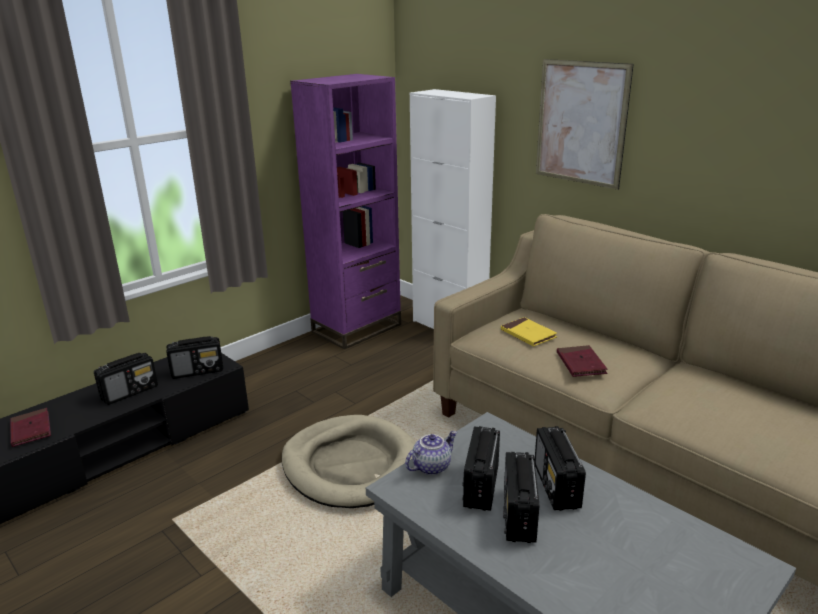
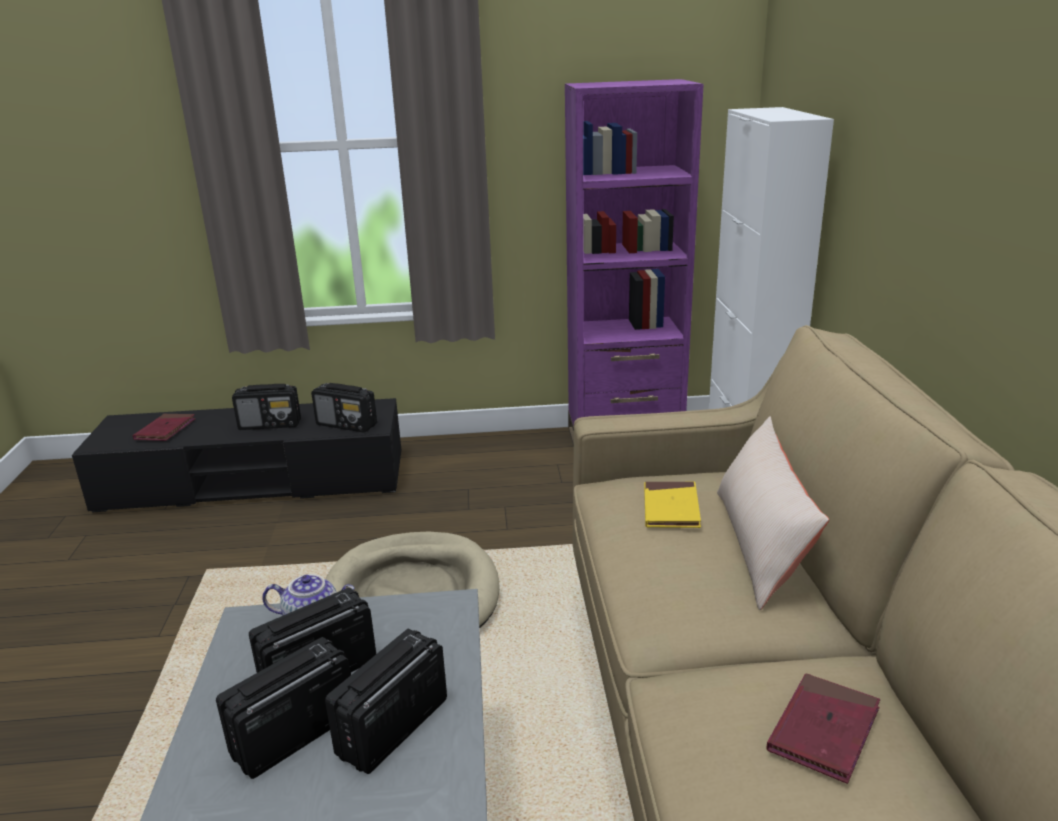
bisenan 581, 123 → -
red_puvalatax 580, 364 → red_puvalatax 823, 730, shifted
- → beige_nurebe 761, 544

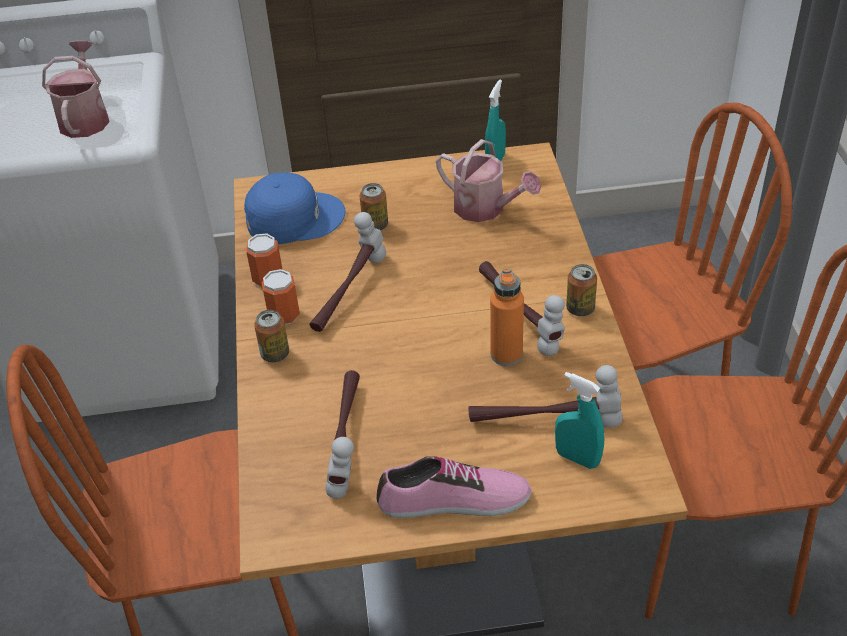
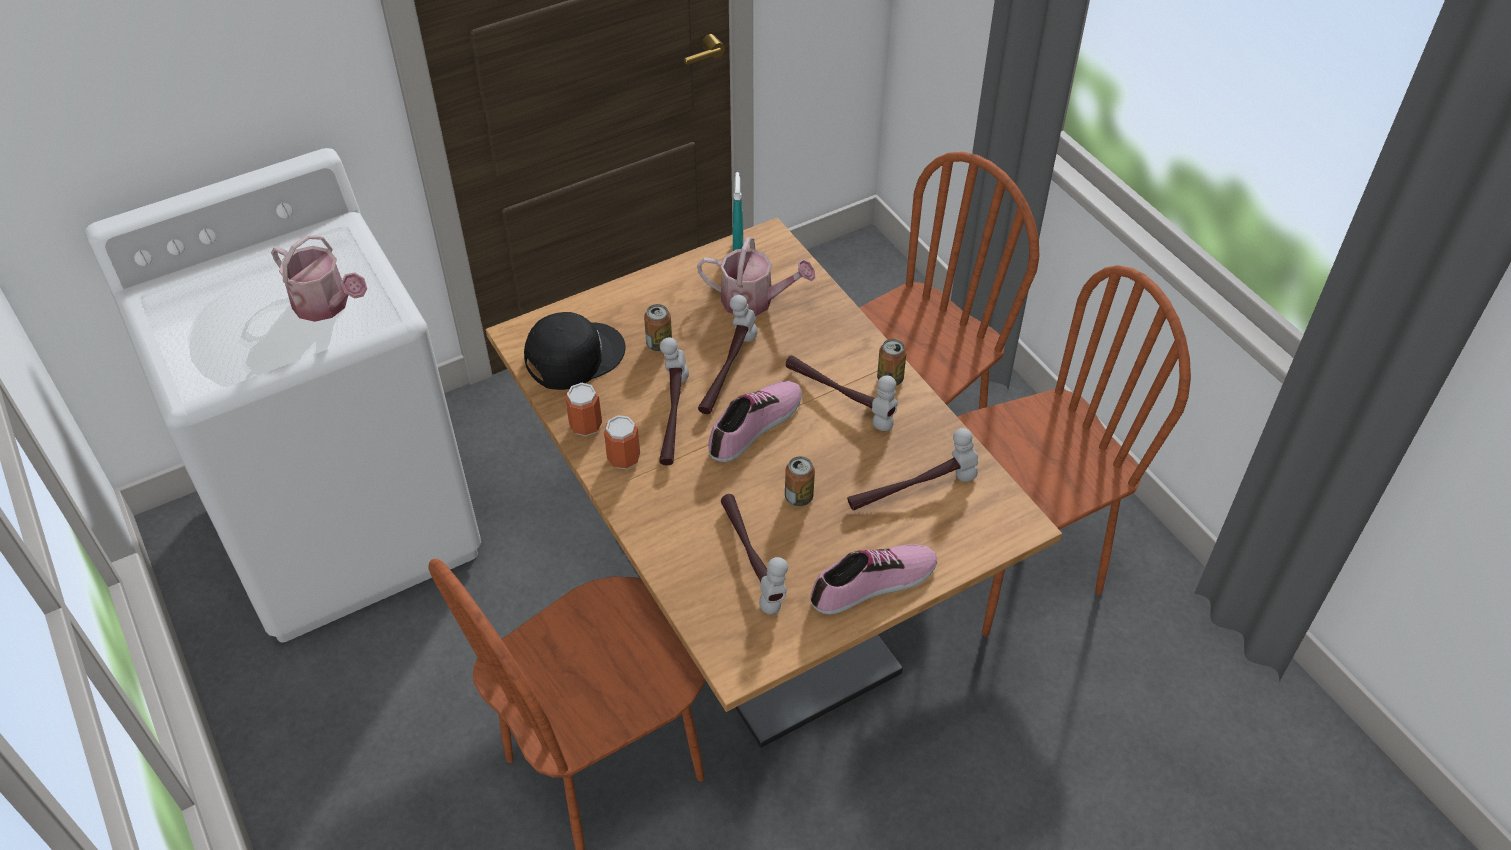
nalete 85, 118 → nalete 326, 305, 150 degrees clockwise
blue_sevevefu 294, 217 → black_sevevefu 573, 355
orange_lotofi 506, 354 → -
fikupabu 275, 354 → fikupabu 799, 497, shifted
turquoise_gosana 577, 458 → -
- → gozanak 727, 372
- → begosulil 756, 426

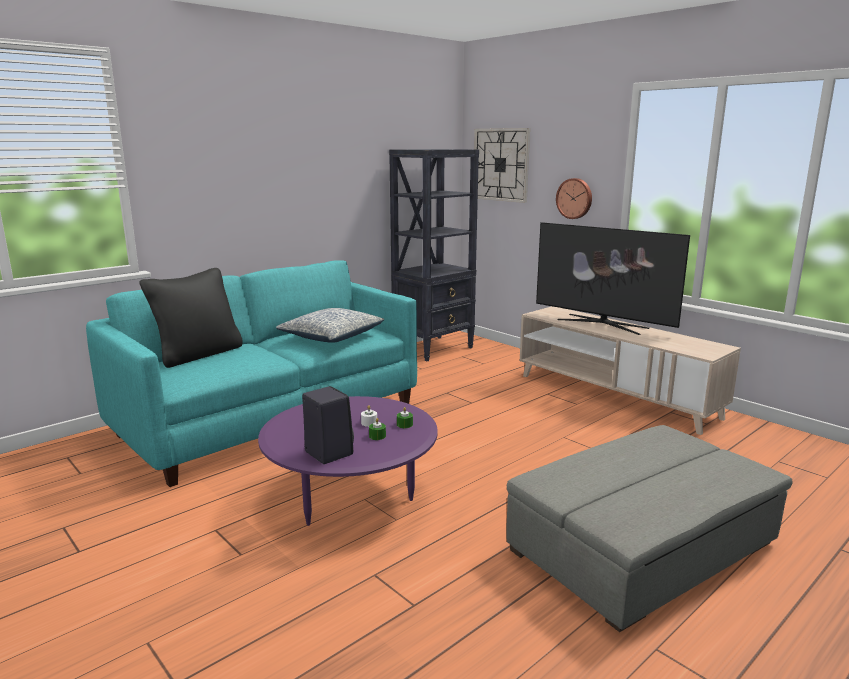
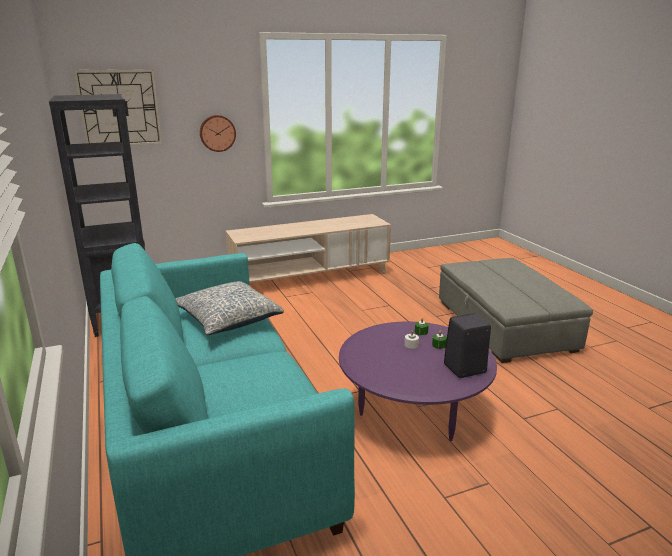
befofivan 602, 324 → -
black_nurebe 198, 354 → -

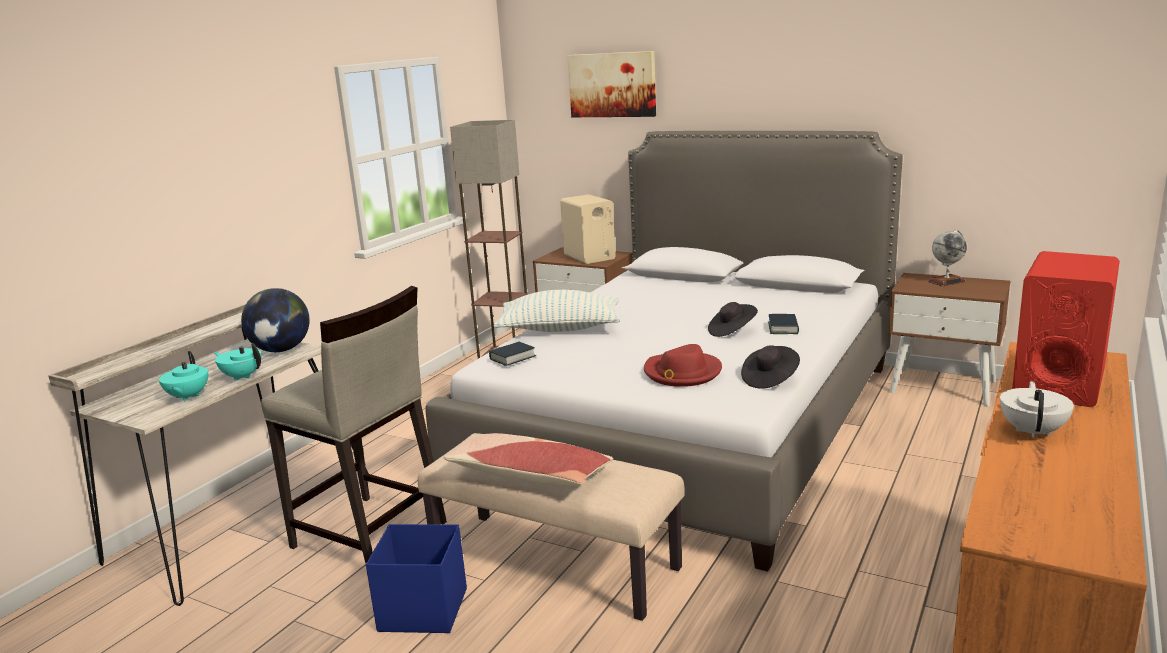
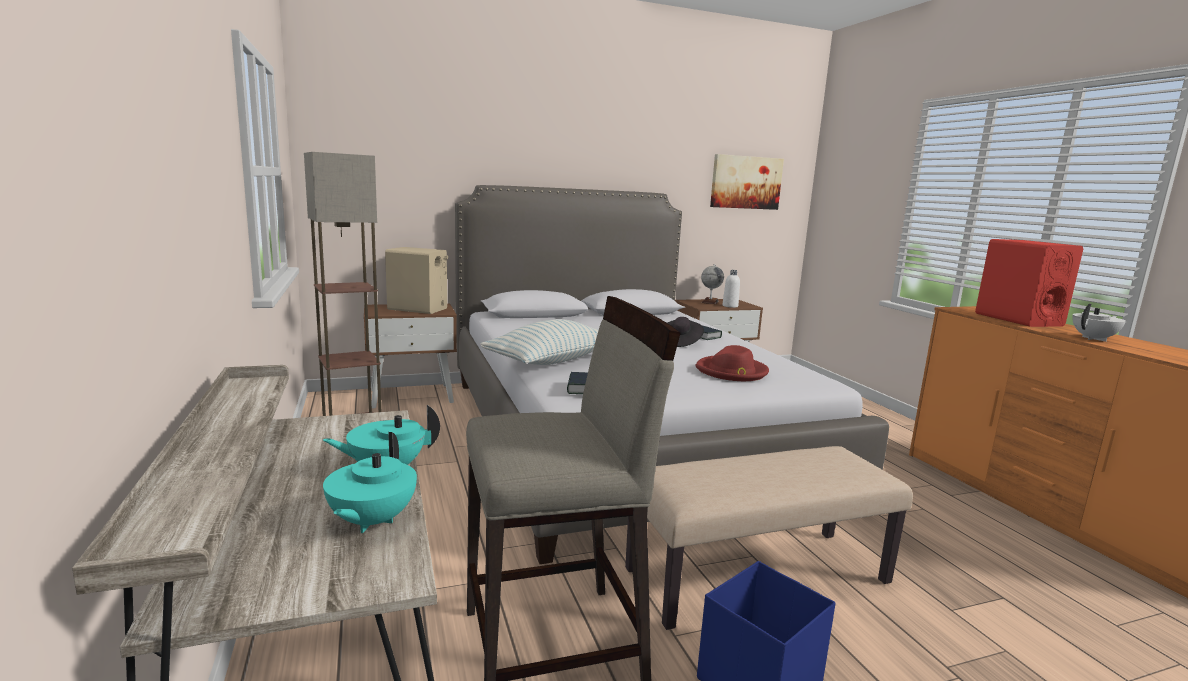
bisenan 612, 85 → bisenan 745, 182, shifted
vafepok 281, 350 → -
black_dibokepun 770, 379 → -
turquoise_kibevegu 187, 397 → turquoise_kibevegu 371, 521, 60 degrees clockwise
white_kibevegu 1033, 431 → white_kibevegu 1094, 339, 90 degrees clockwise
nurebe 528, 475 → -
- → white_lotofi 730, 306

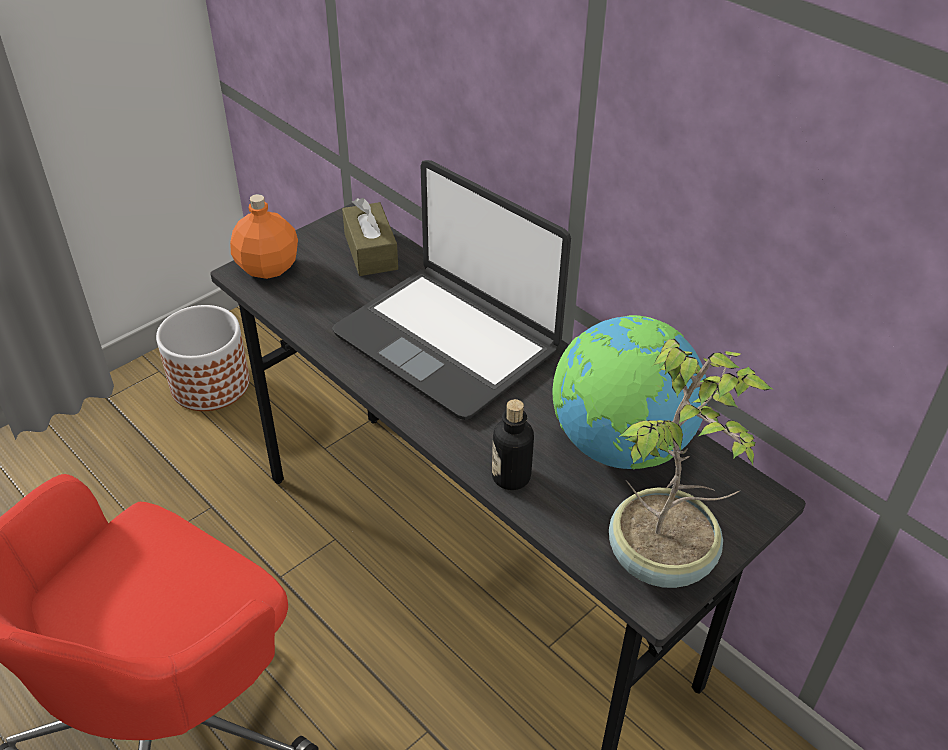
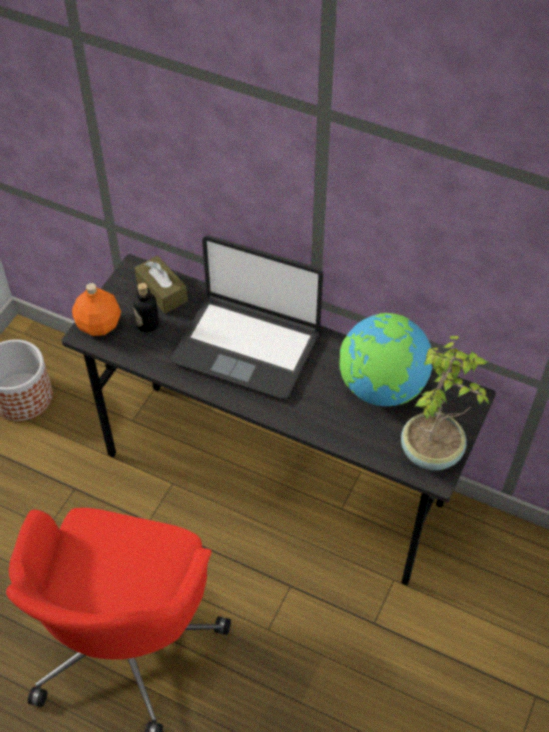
lotofi 511, 477 → lotofi 148, 324, shifted

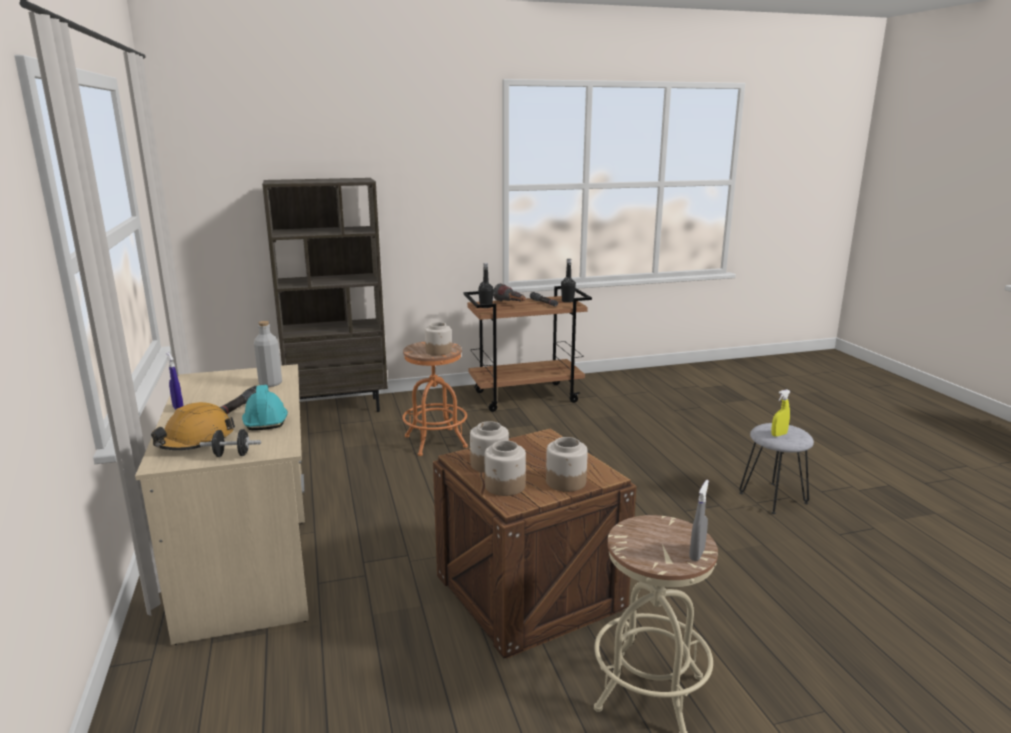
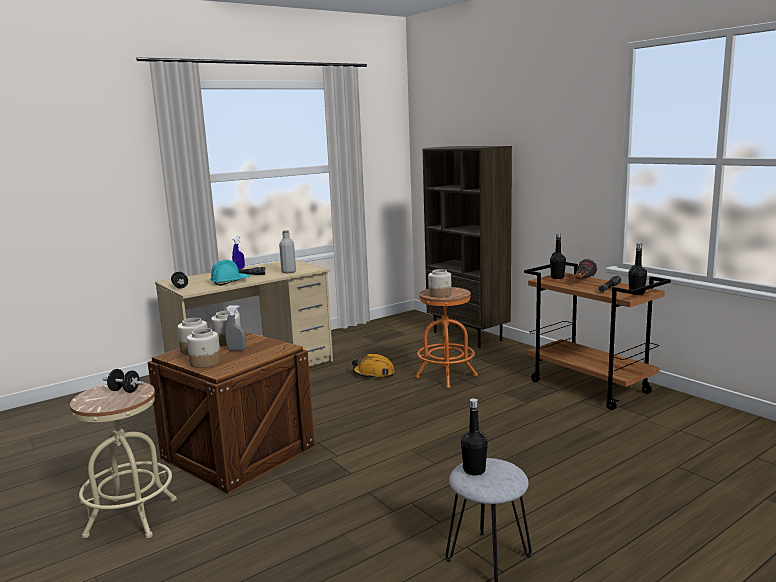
yellow_gosana 779, 435 → black_lotofi 474, 470
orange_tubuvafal 195, 441 → orange_tubuvafal 374, 374, shifted
grey_gosana 697, 554 → grey_gosana 236, 350, shifted
- → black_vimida 124, 391

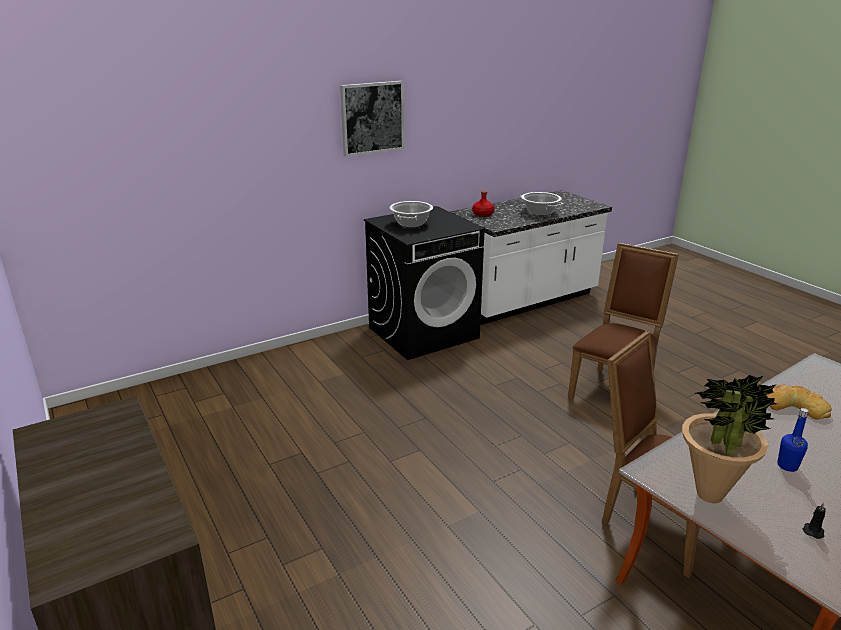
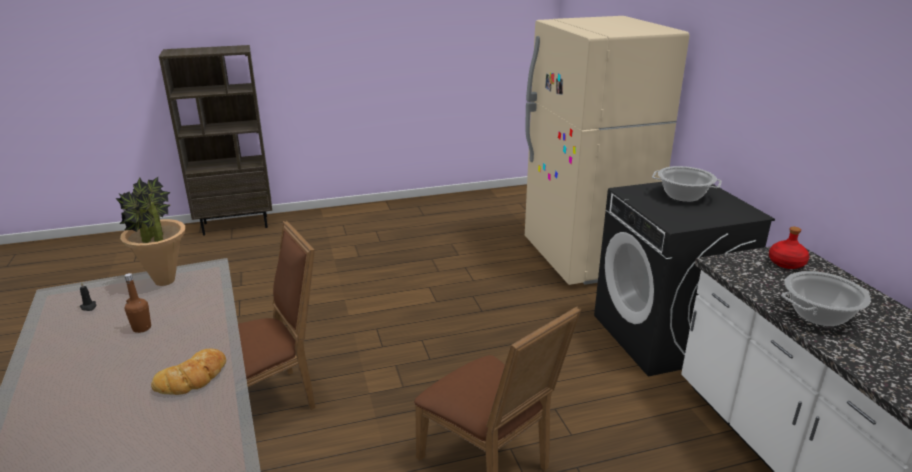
bisenan 372, 118 → -
blue_lotofi 787, 466 → brown_lotofi 142, 328
- → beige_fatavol 585, 258

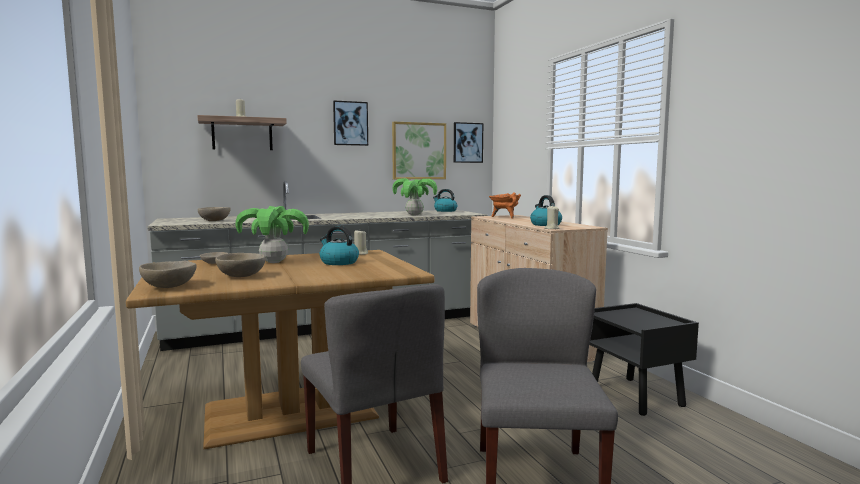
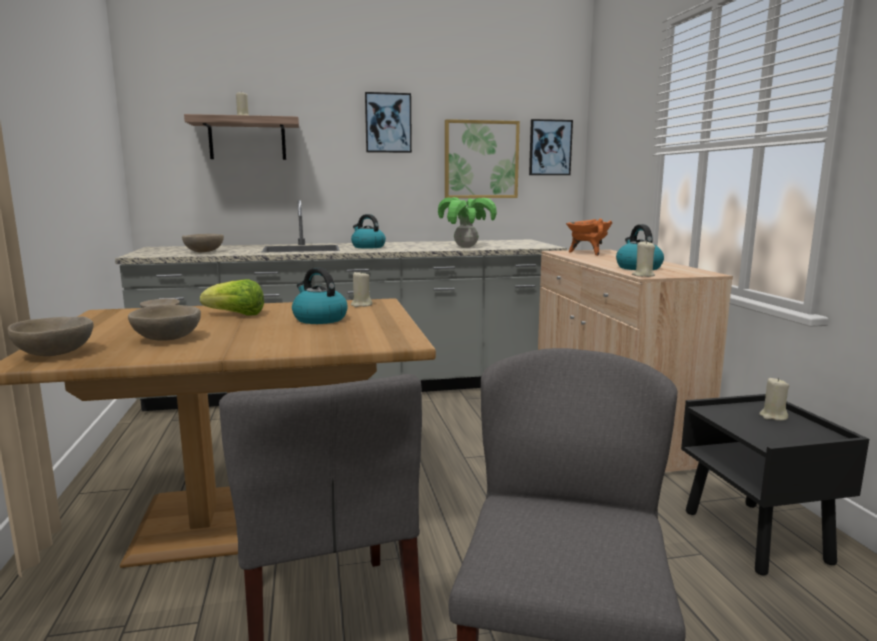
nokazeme 445, 211 → nokazeme 367, 247, shifted
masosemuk 274, 262 → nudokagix 236, 315
- → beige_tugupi 773, 416

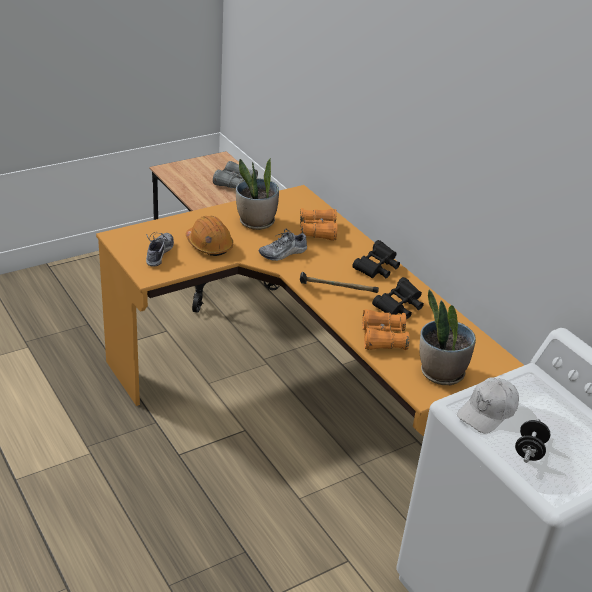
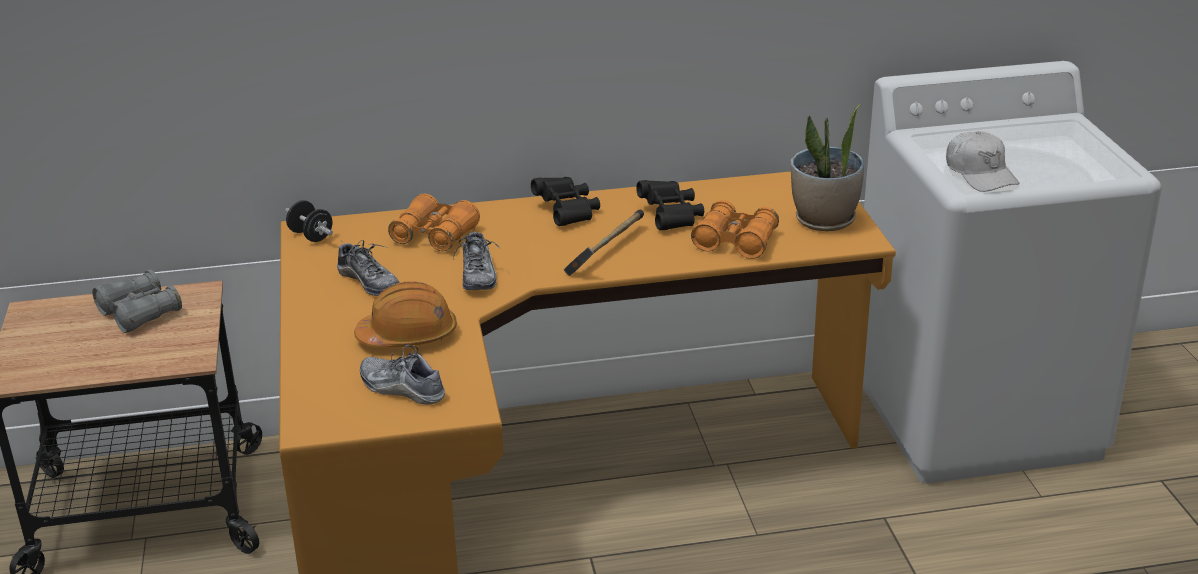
masosemuk 256, 222 → begosulil 369, 282
black_vimida 529, 451 → black_vimida 311, 236, shifted

